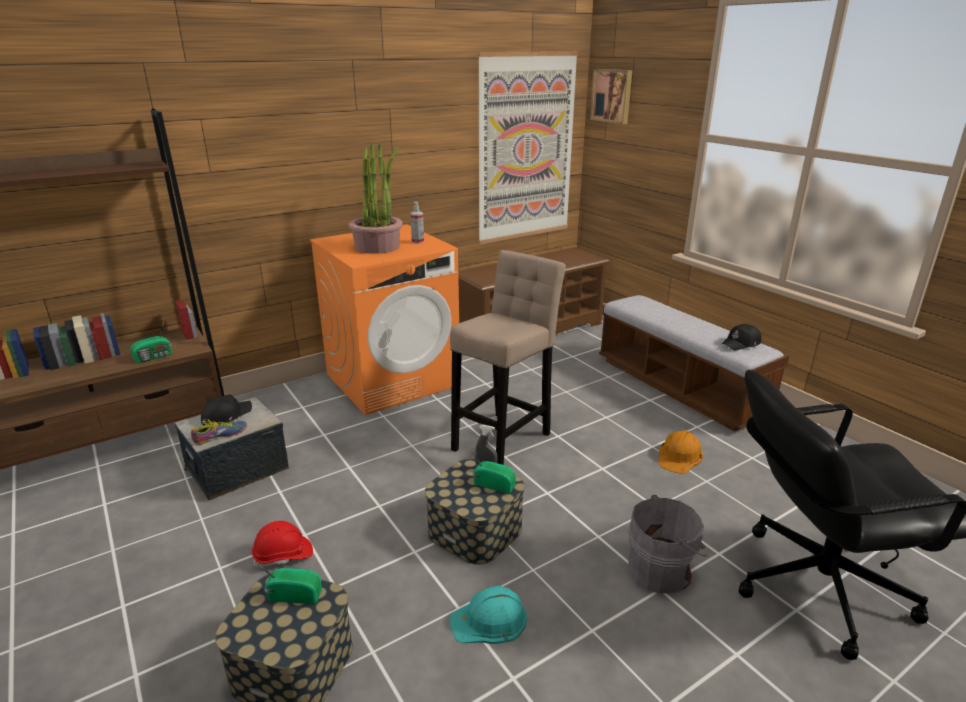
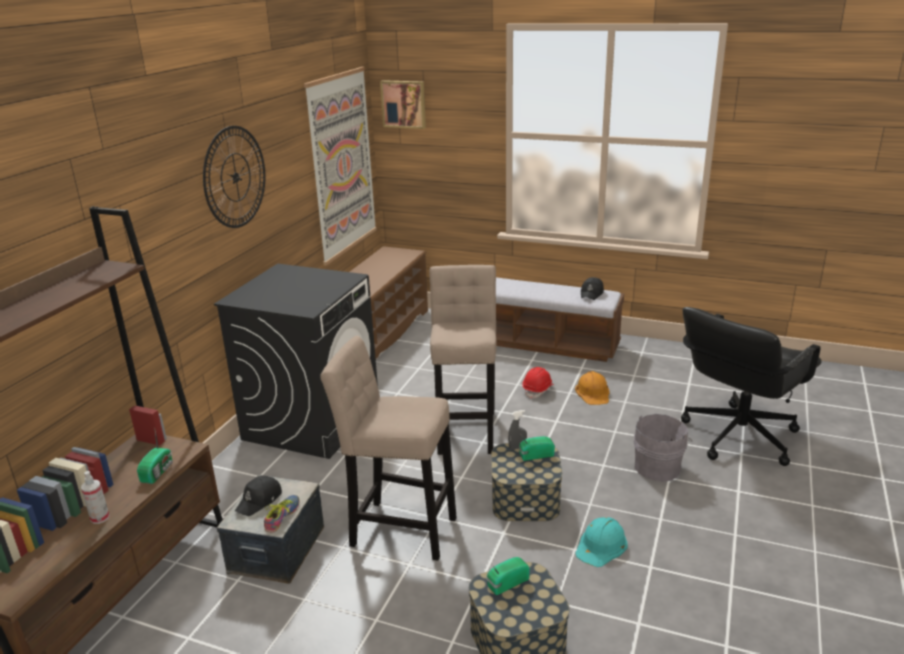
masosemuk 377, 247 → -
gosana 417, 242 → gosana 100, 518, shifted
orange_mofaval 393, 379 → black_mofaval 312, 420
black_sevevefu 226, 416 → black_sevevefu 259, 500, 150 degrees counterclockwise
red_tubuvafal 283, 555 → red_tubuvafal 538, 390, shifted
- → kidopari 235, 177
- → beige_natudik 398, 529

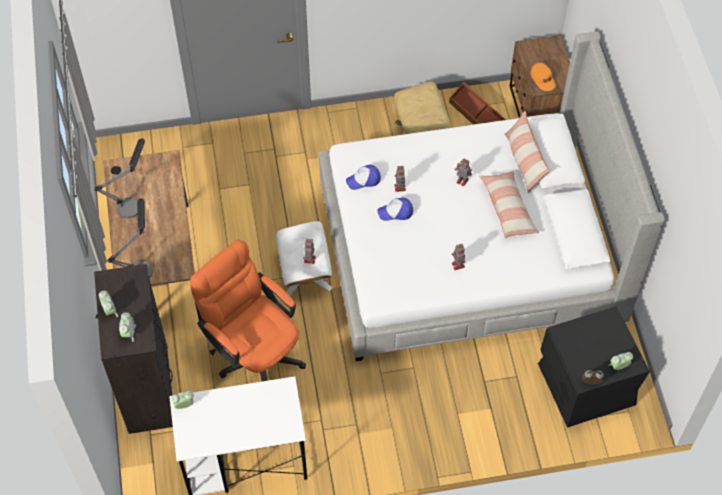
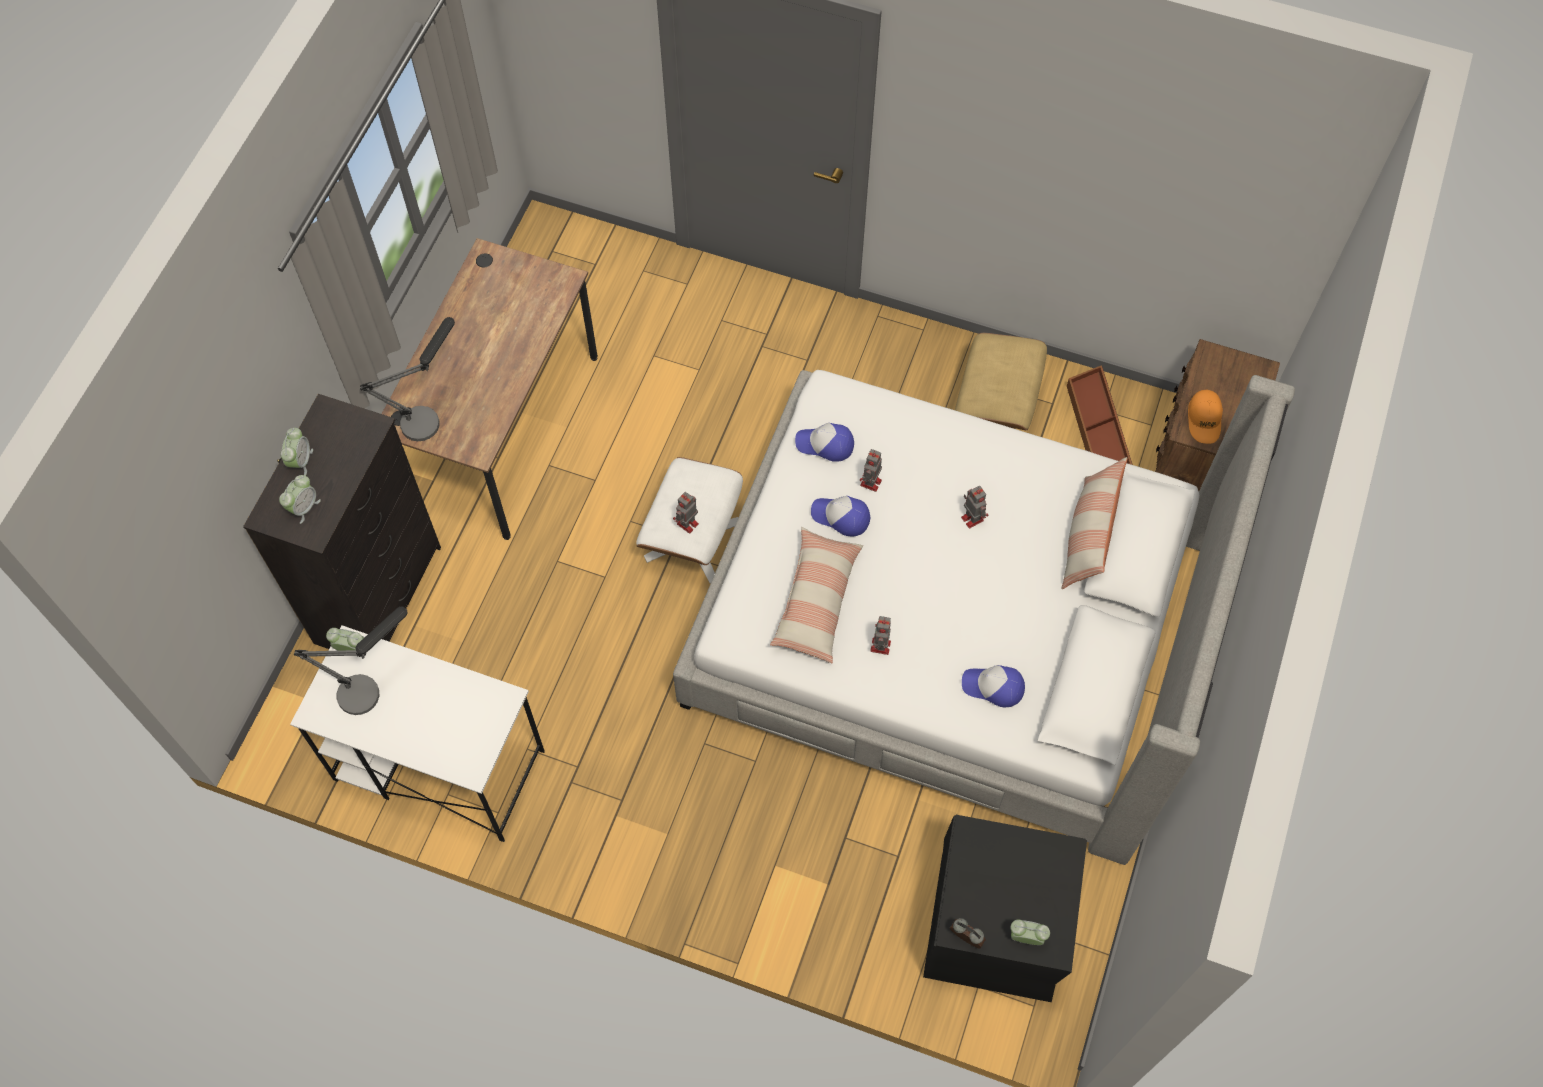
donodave 132, 202 → donodave 370, 687, shifted
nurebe 508, 209 → nurebe 816, 601, shifted
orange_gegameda 254, 353 → -
- → sevevefu 993, 687

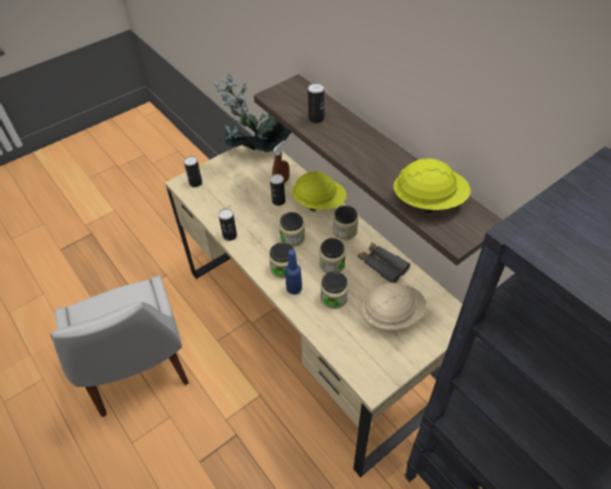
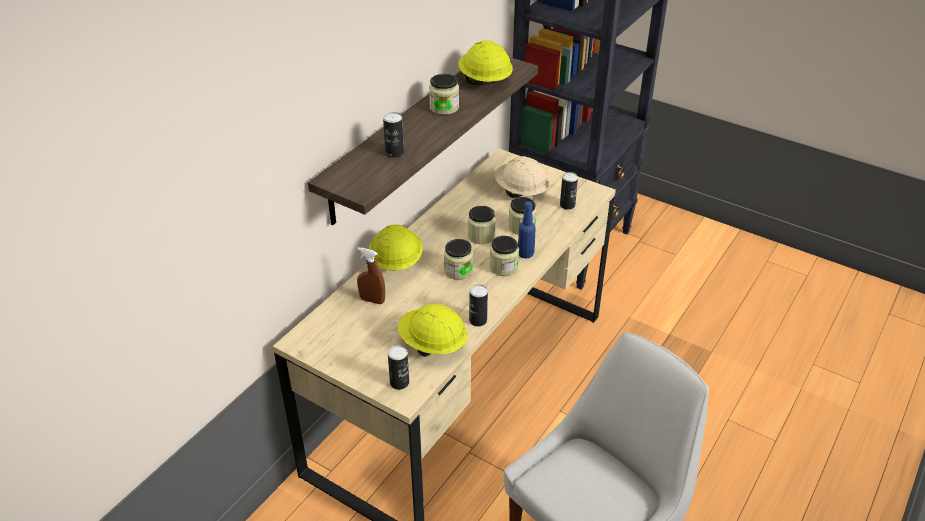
masosemuk 255, 154 → -
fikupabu 278, 201 → fikupabu 567, 205, shifted
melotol 344, 231 → melotol 444, 107, shifted
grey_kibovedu 382, 265 → -
- → yellow_tubuvafal 432, 344

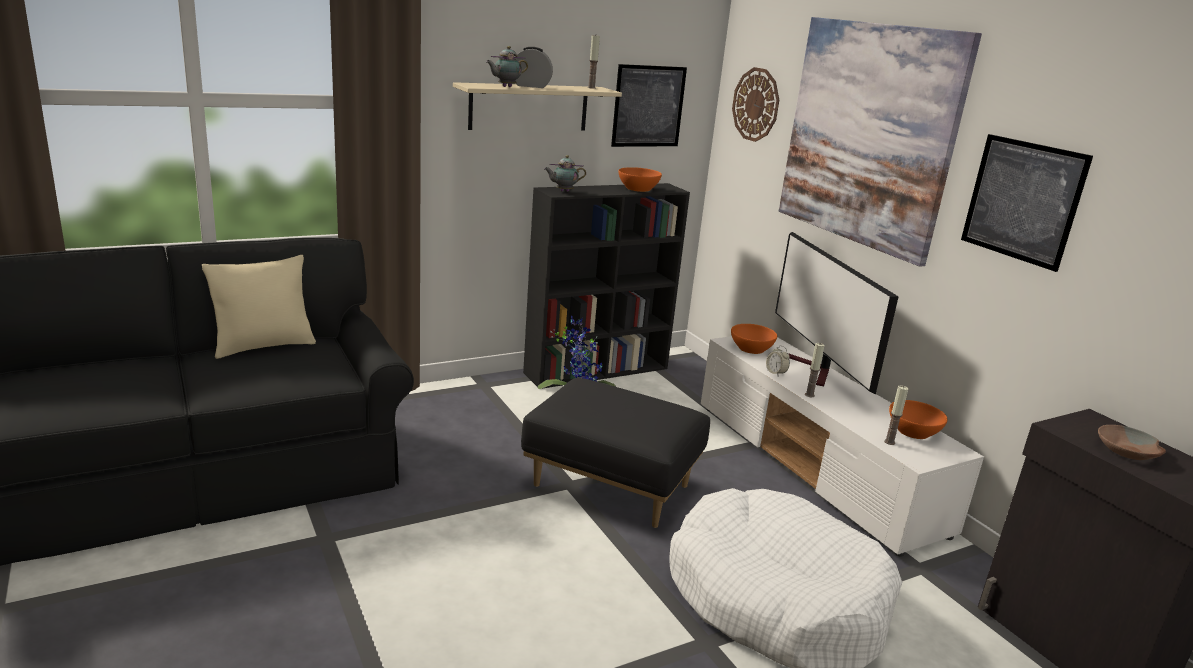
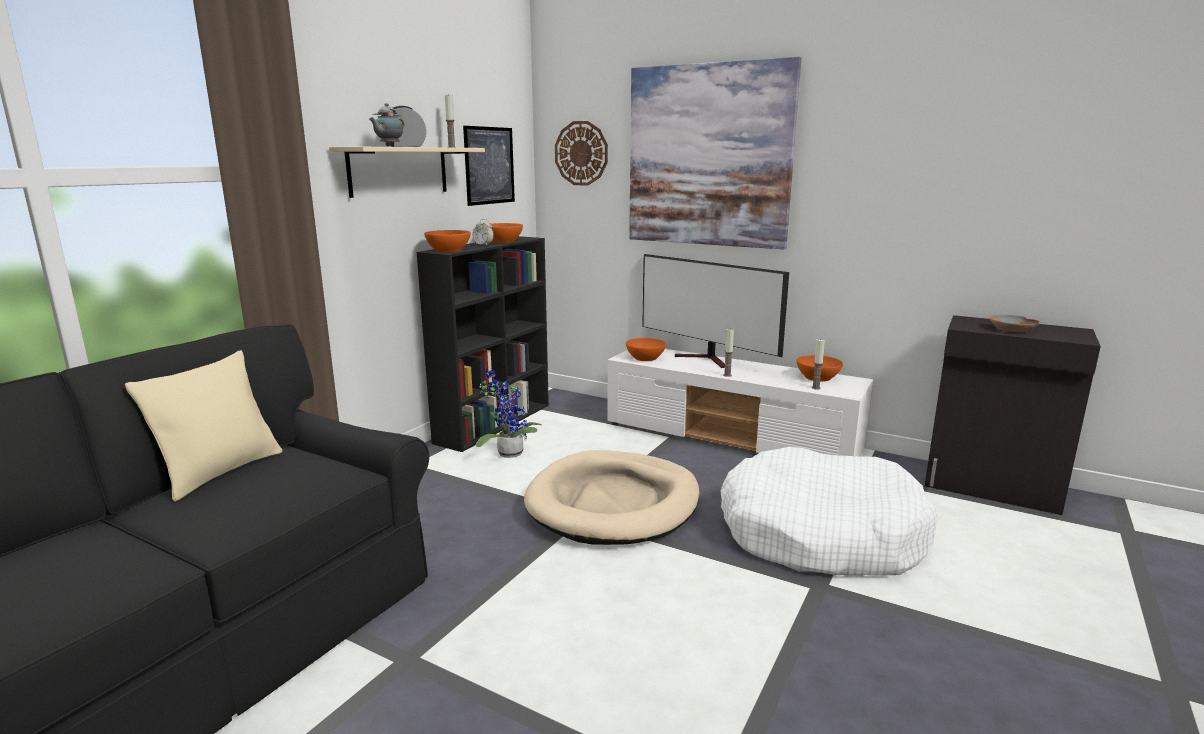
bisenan 1022, 201 → -
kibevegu 563, 191 → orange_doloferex 448, 250
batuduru 775, 373 → batuduru 483, 245, shifted
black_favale 612, 485 → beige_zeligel 613, 503

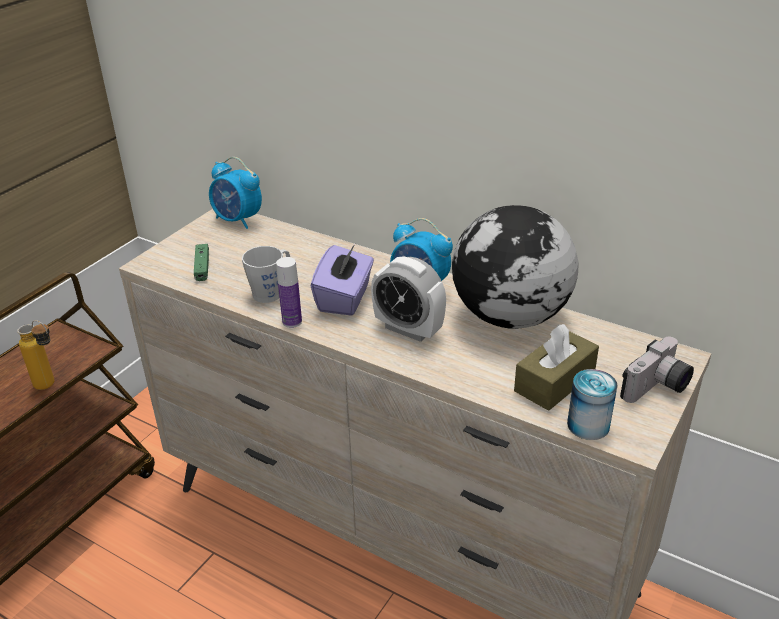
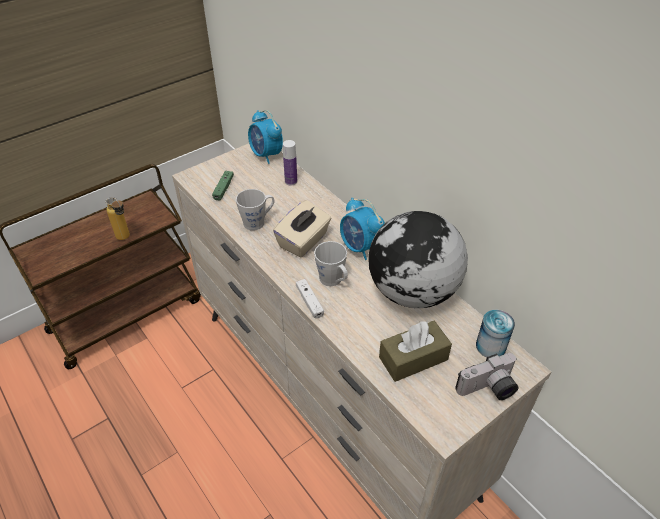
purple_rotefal 345, 298 → beige_rotefal 303, 241
batuduru 408, 329 → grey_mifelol 333, 280
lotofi 292, 322 → lotofi 291, 181, shifted
fikupabu 588, 425 → fikupabu 490, 346, shifted
- → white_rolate 309, 302

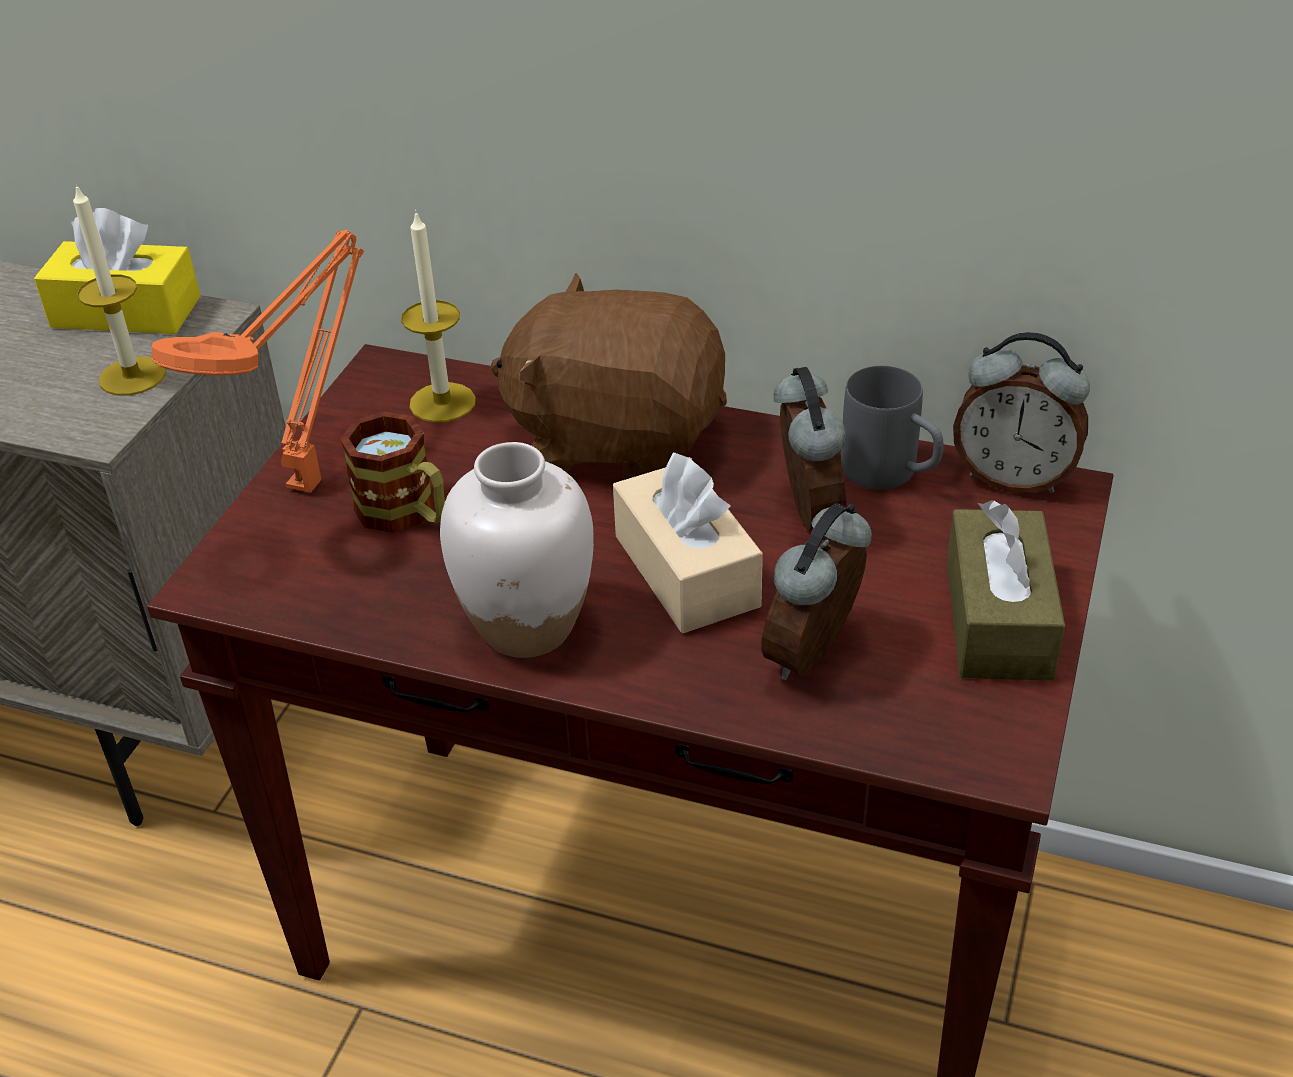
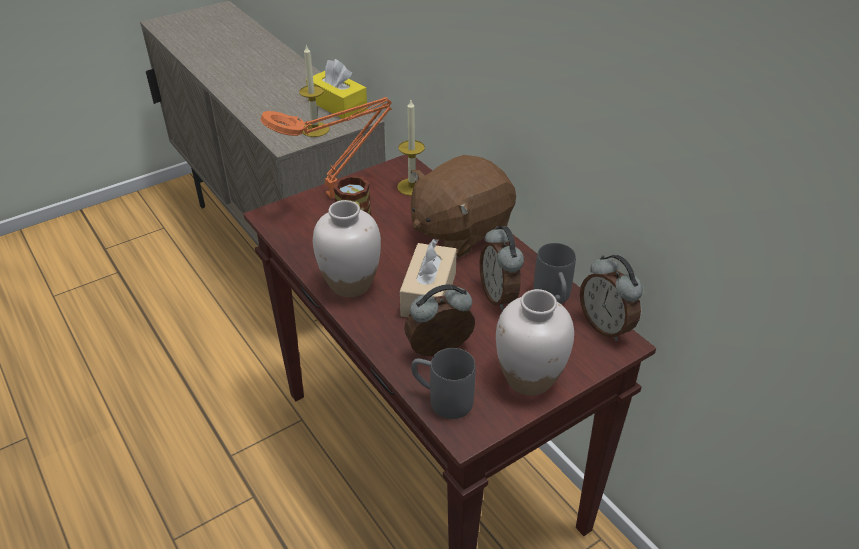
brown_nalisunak 616, 440 → brown_nalisunak 459, 231, 90 degrees counterclockwise
batuduru 805, 514 → batuduru 499, 296, 135 degrees clockwise
brown_rotefal 998, 620 → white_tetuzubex 529, 379
- → grey_mifelol 441, 399

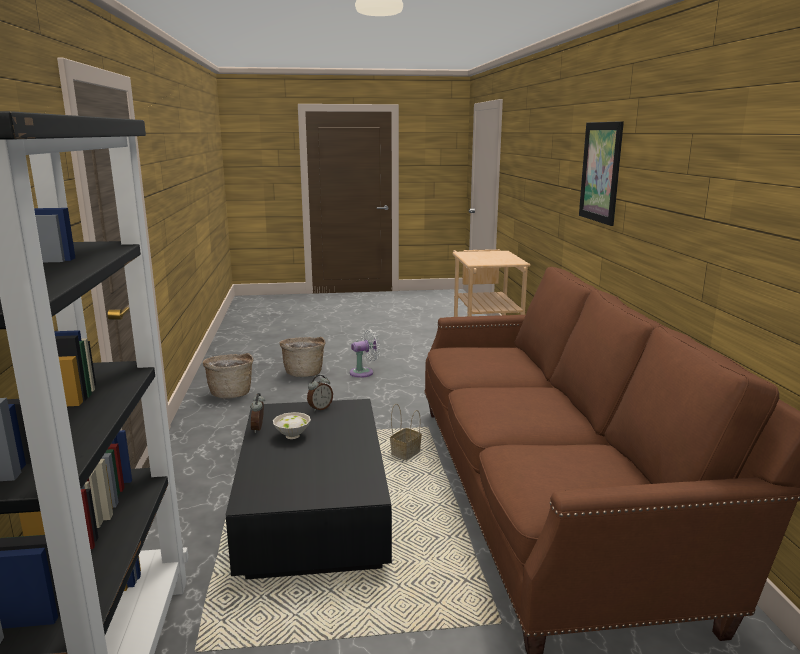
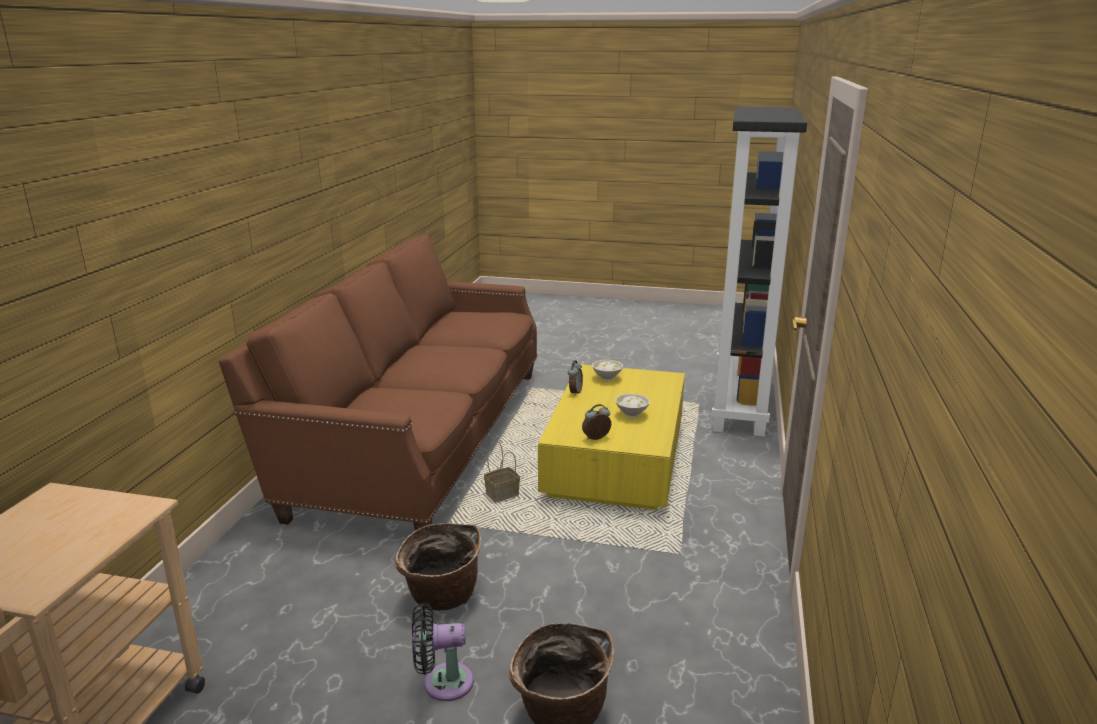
bisenan 600, 172 → -
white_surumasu 364, 372 → black_surumasu 442, 683
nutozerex 231, 393 → nutozerex 441, 597, shifted
batuduru 259, 429 → batuduru 574, 392, shifted
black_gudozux 313, 509 → yellow_gudozux 616, 458
- → white_doloferex 607, 378

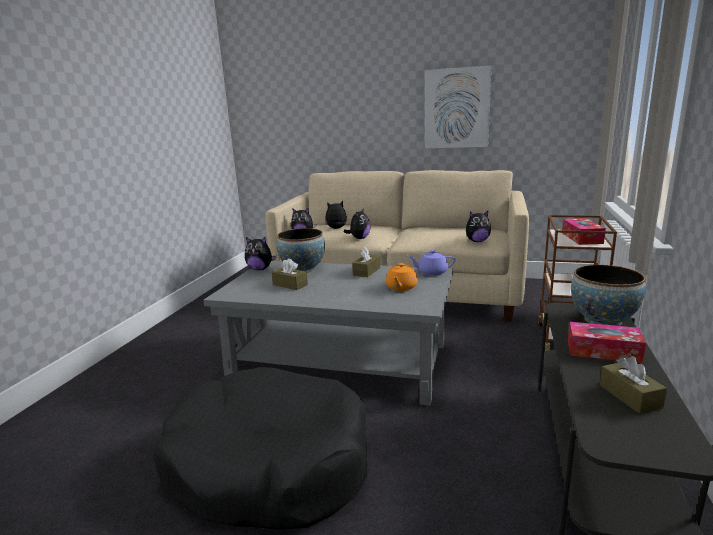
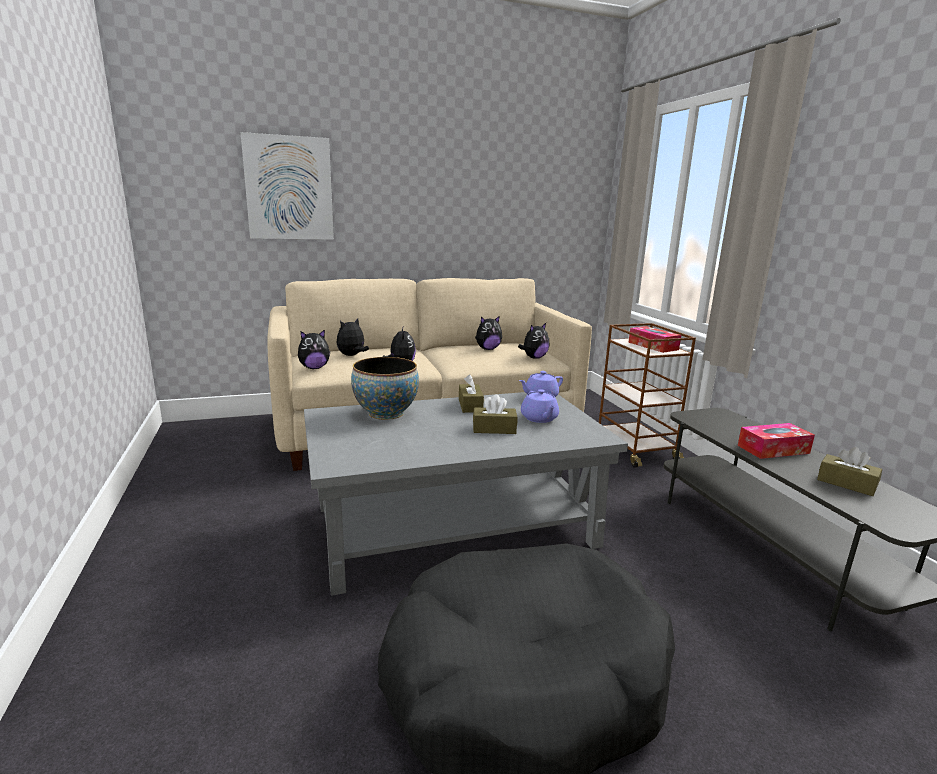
bisenan 457, 108 → bisenan 289, 188, shifted
nalisunak 260, 269 → nalisunak 487, 349, shifted
brown_rotefal 290, 285 → brown_rotefal 494, 429, shifted
orange_kibevegu 401, 287 → purple_kibevegu 539, 418
doloferex 602, 320 → -

